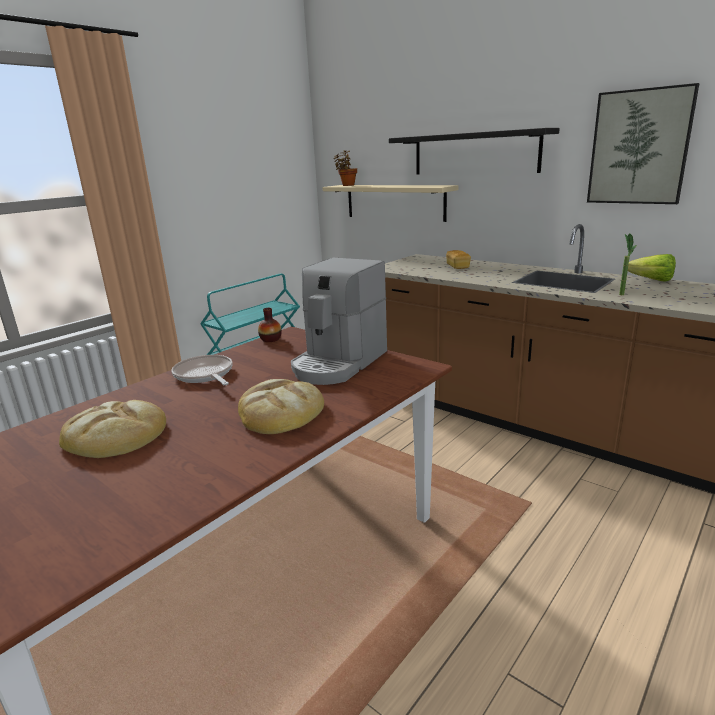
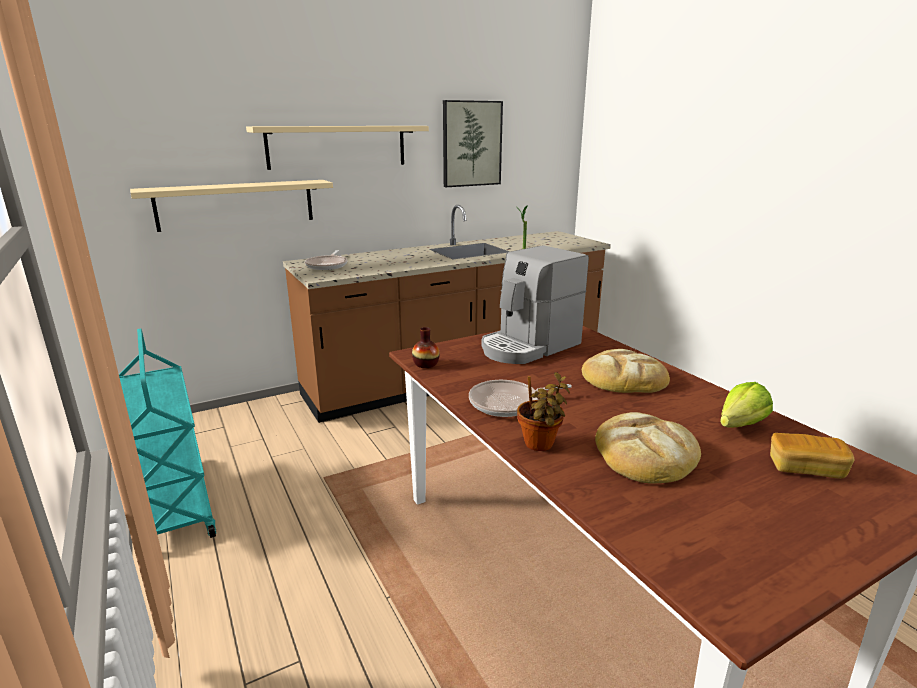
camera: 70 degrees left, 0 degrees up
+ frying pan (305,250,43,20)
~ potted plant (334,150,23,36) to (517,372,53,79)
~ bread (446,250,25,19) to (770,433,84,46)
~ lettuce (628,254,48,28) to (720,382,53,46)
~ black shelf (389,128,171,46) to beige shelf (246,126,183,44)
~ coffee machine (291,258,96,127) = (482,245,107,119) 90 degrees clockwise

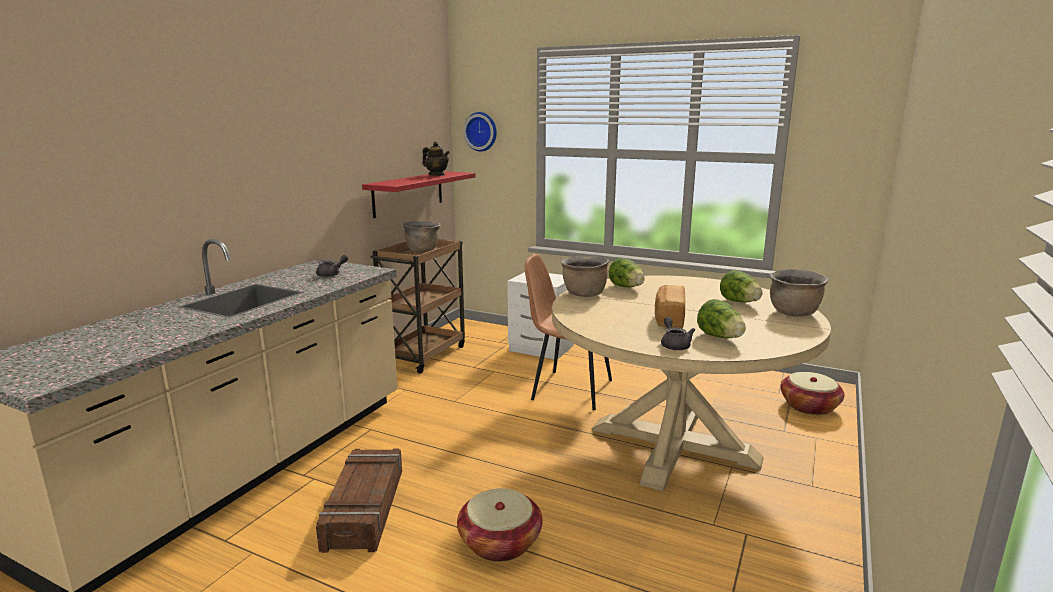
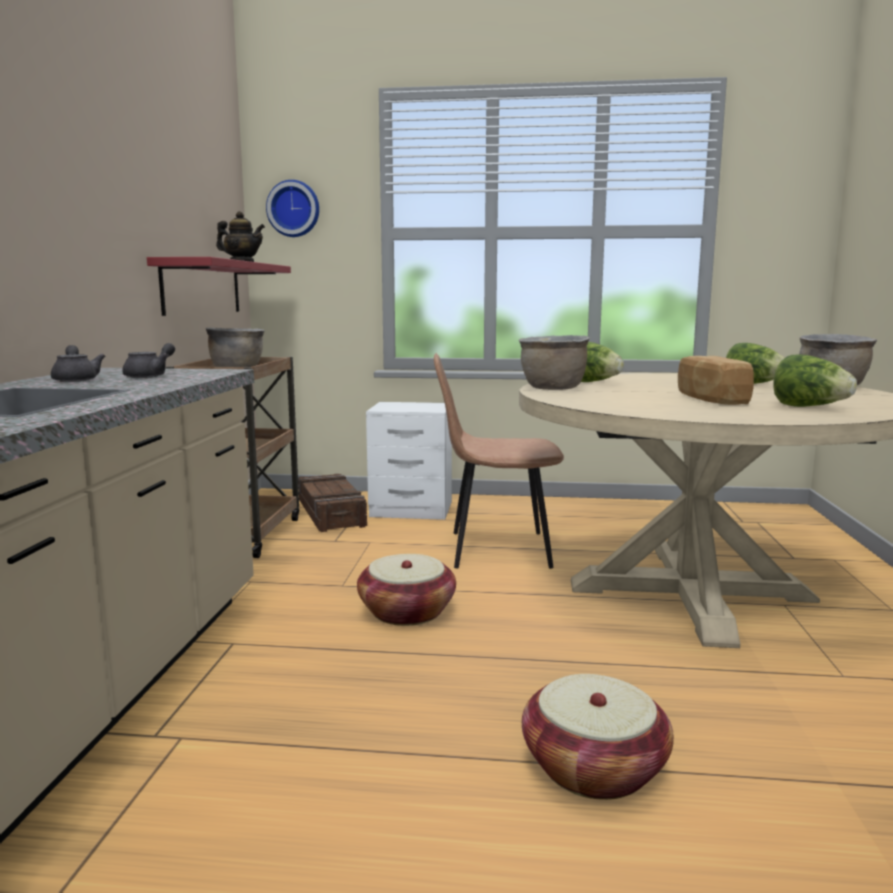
camera: 20 degrees left, 5 degrees down
~ crate (316,448,86,105) to (298,474,69,58)
~ grey teapot (661,317,34,33) to (51,345,54,37)
~ basket (781,372,63,43) to (357,554,99,72)

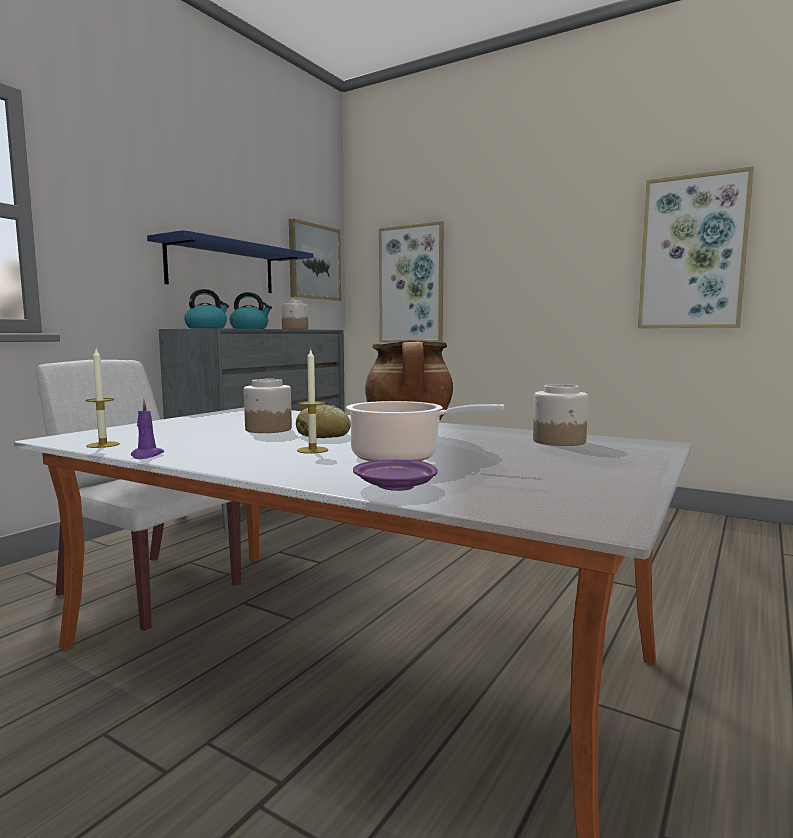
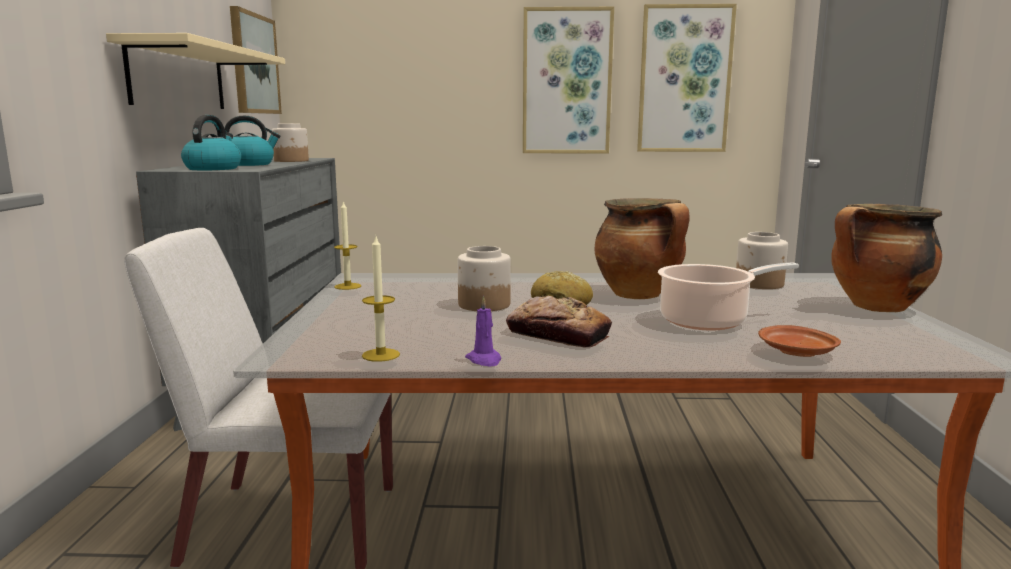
camera: 30 degrees left, 5 degrees up
+ bread (506,296,106,51)
+ cooking pot (831,204,111,108)
~ candle (297,348,31,106) to (334,200,27,90)
~ picture (379,221,65,121) to (523,7,91,146)
~ blue shelf (147,230,167,63) to beige shelf (106,33,179,76)
~ purple plate (353,460,85,31) to brown plate (758,325,83,32)

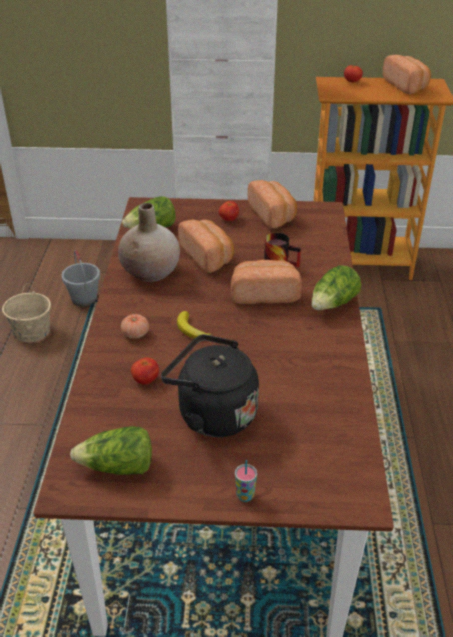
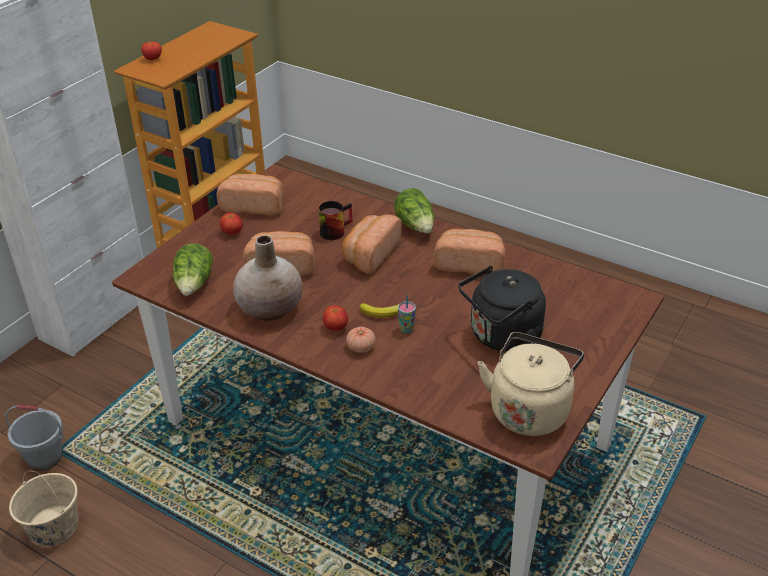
camera: 60 degrees left, 0 degrees up
~ tomato (131,357,28,28) to (323,305,25,26)
~ cup (235,460,22,42) to (398,295,18,38)
~ bread (383,55,48,39) to (434,229,71,45)
~ lettuce (70,426,82,49) to beige kettle (478,332,106,104)

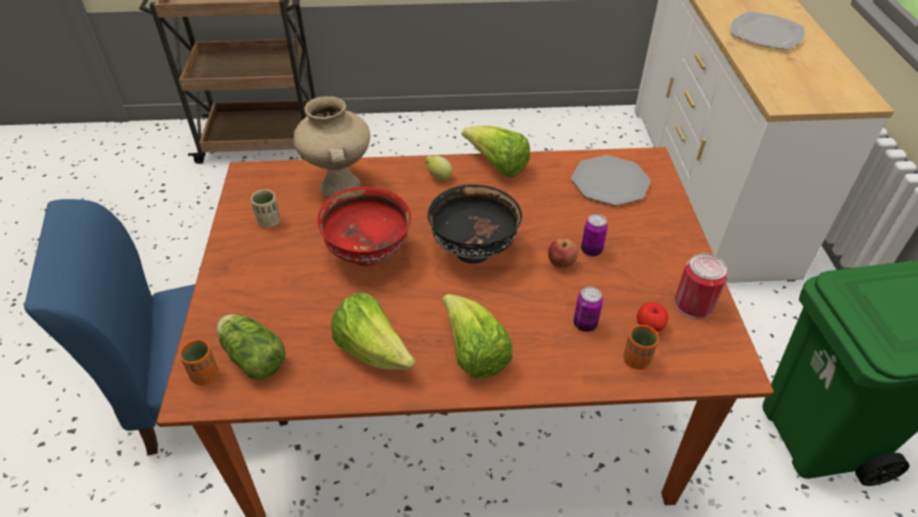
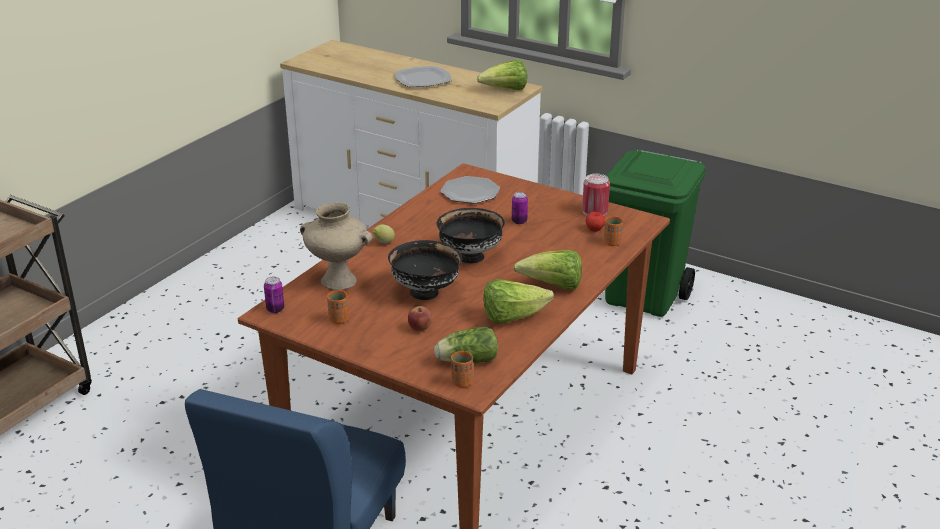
camera: 55 degrees left, 15 degrees down
~ lettuce (462,125,68,53) to (477,60,50,30)
~ apple (548,238,30,30) to (408,306,24,26)
~ can (574,287,29,45) to (264,277,20,36)
~ beige cup (251,189,29,39) to orange cup (327,290,22,34)
~ red bowl (317,187,94,79) to black bowl (388,240,74,60)

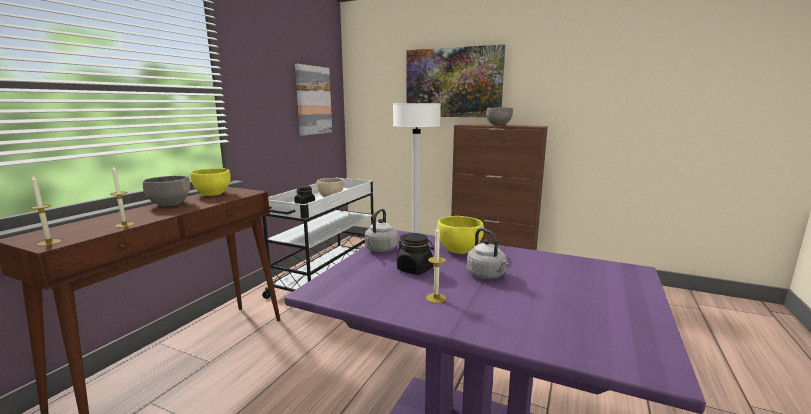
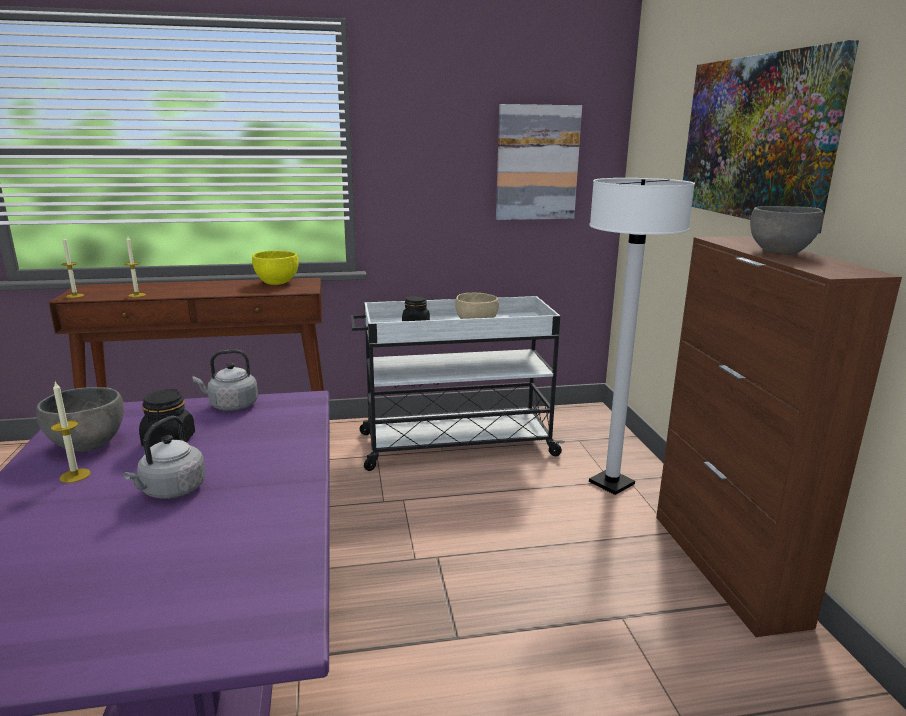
camera: 55 degrees right, 5 degrees up
- yellow bowl (437,216,47,38)
~ grey bowl (143,176,47,30) to (36,387,88,65)

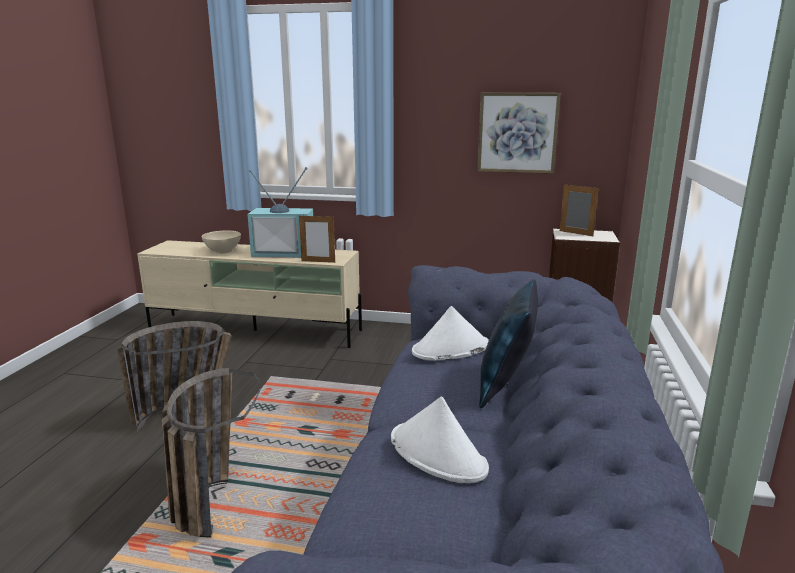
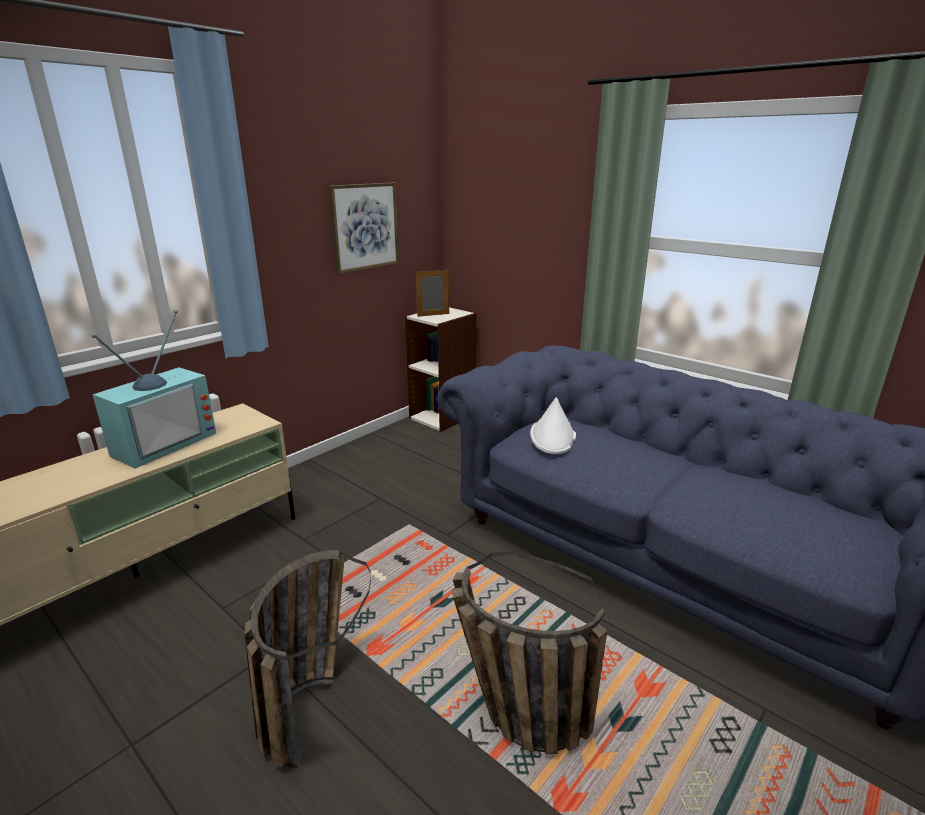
camera: 60 degrees left, 5 degrees up
- beige bowl (202,230,39,24)
- picture frame (299,214,36,49)
- white hat (391,396,98,87)
- blue pillow (479,279,59,129)

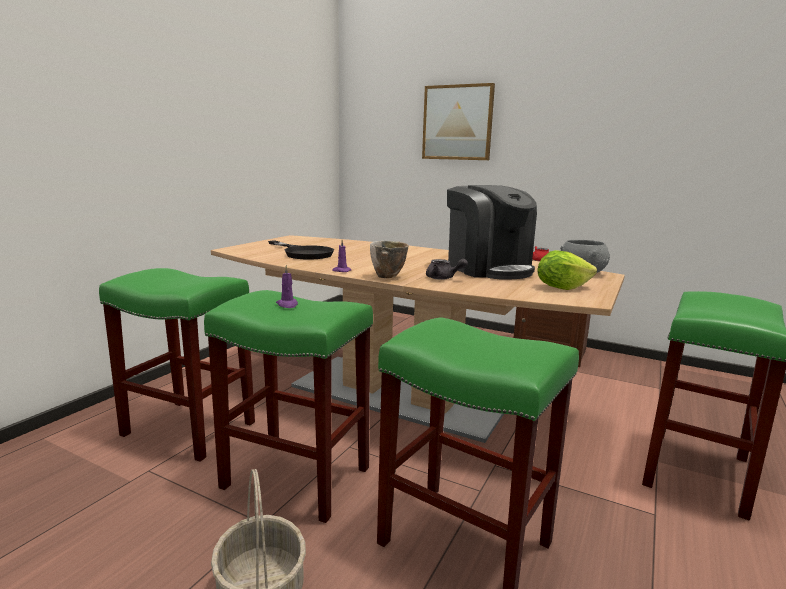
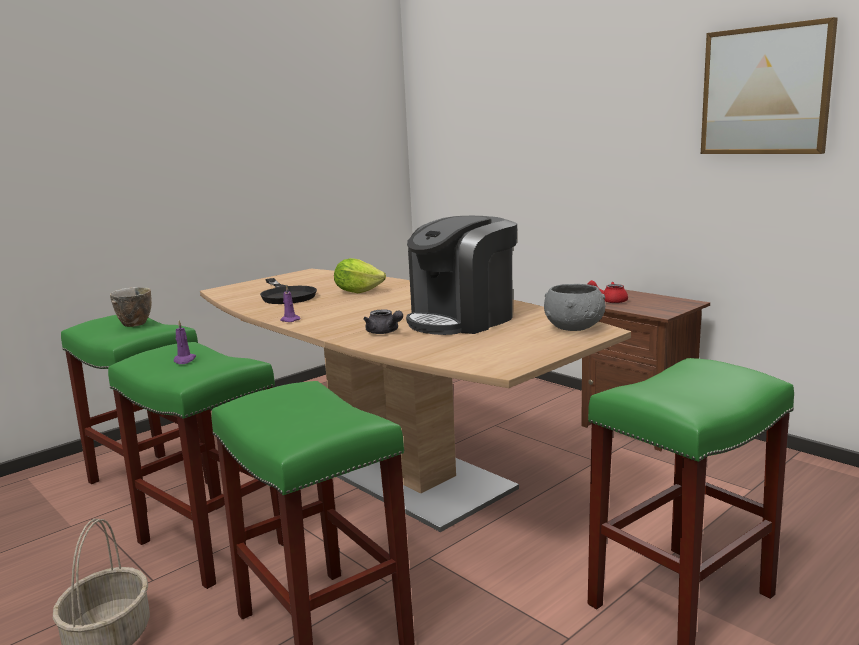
camera: 20 degrees right, 0 degrees up
~ bowl (370,241,38,37) to (110,287,42,40)
~ picture (422,83,73,77) to (701,17,137,137)
~ lettuce (538,250,59,40) to (334,258,52,35)
~ coffee machine (447,185,90,95) = (406,216,111,119) 60 degrees clockwise

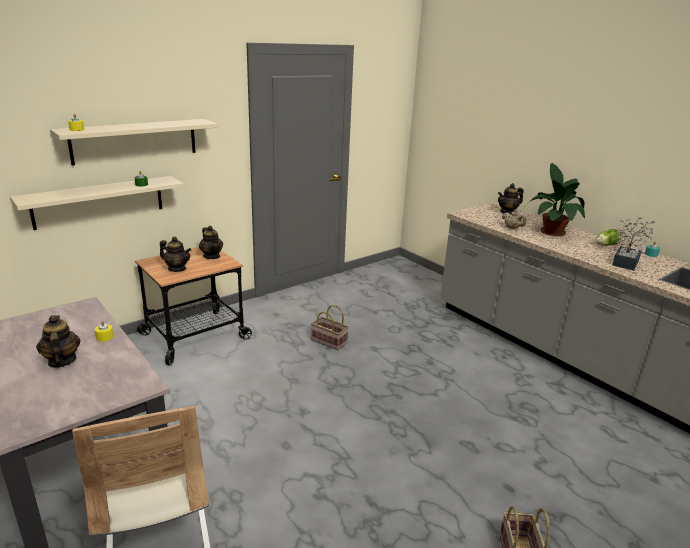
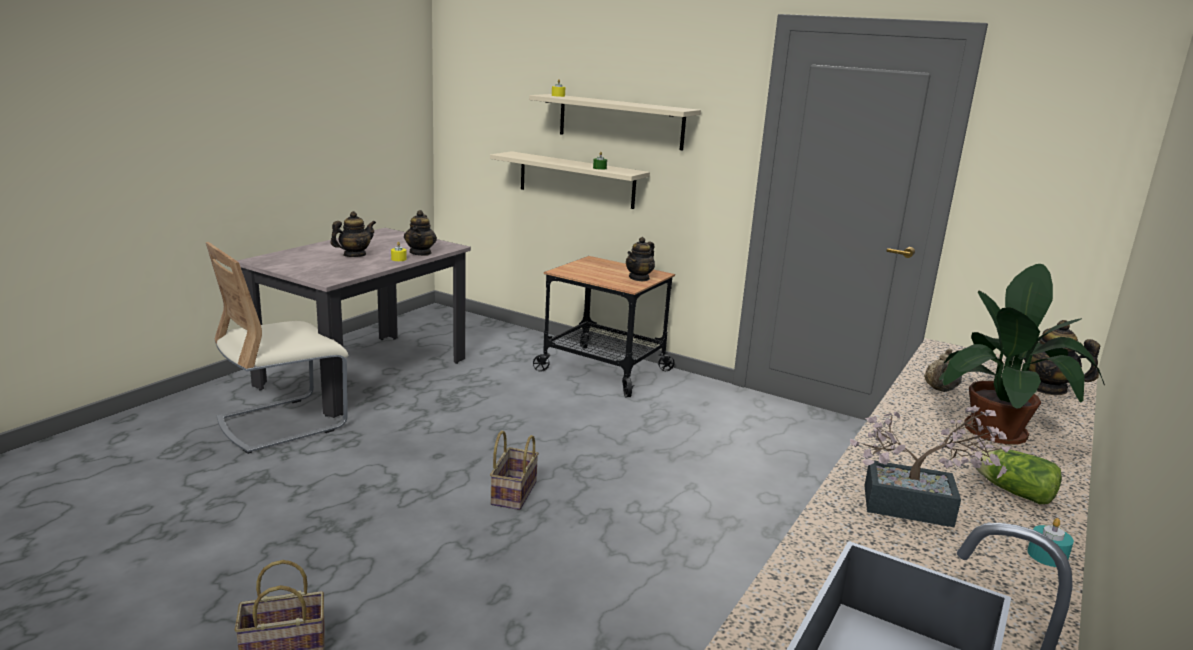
camera: 70 degrees right, 5 degrees down
~ teapot (160,237,31,35) to (404,210,33,46)
~ basket (311,305,38,45) to (490,430,49,80)

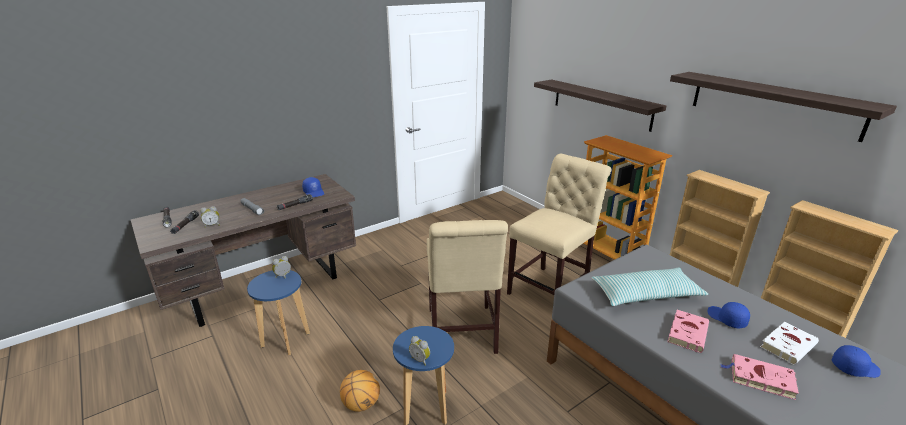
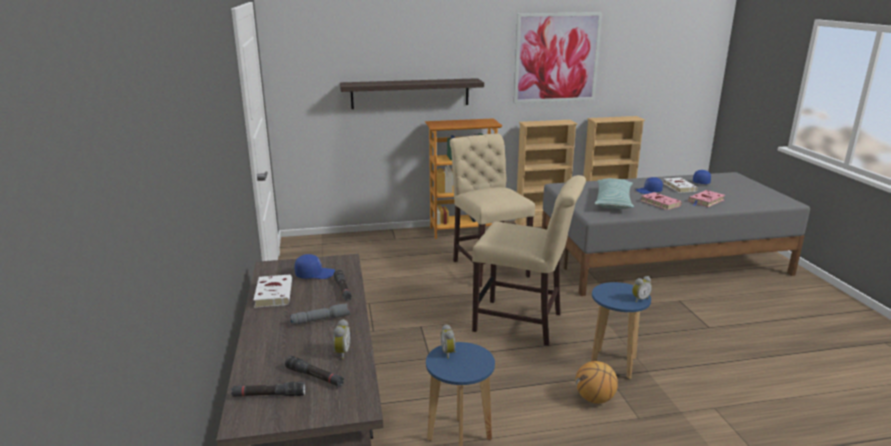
camera: 65 degrees left, 5 degrees down
+ white book (253,275,39,33)
~ shelf (670,72,227,70) to picture (514,12,88,91)

